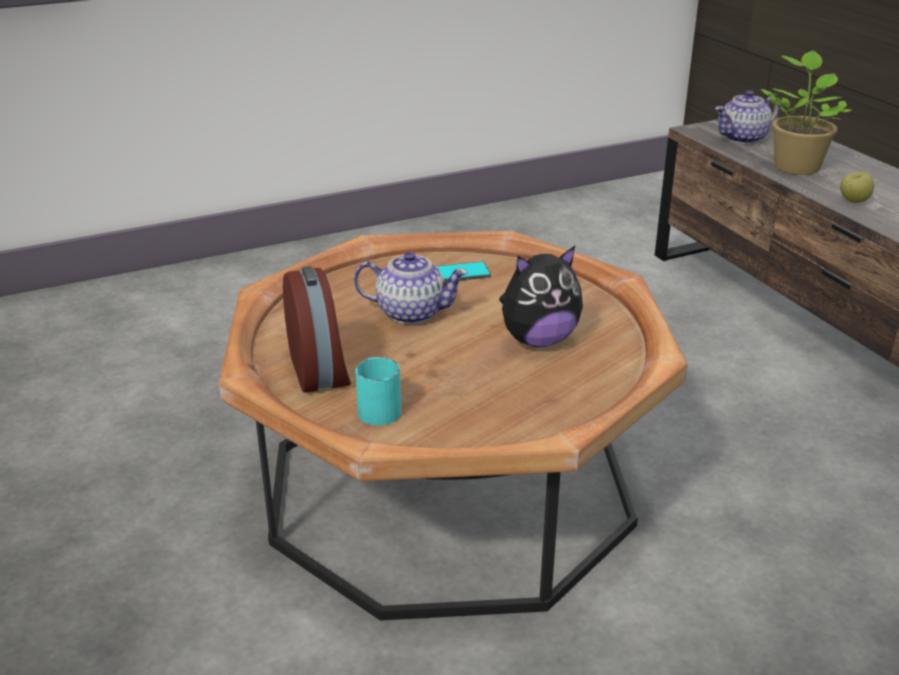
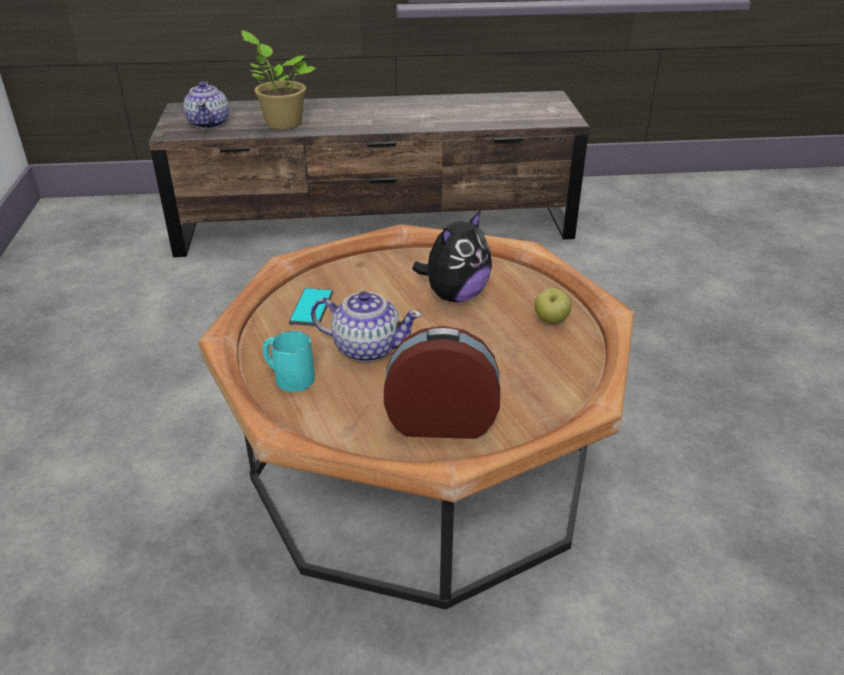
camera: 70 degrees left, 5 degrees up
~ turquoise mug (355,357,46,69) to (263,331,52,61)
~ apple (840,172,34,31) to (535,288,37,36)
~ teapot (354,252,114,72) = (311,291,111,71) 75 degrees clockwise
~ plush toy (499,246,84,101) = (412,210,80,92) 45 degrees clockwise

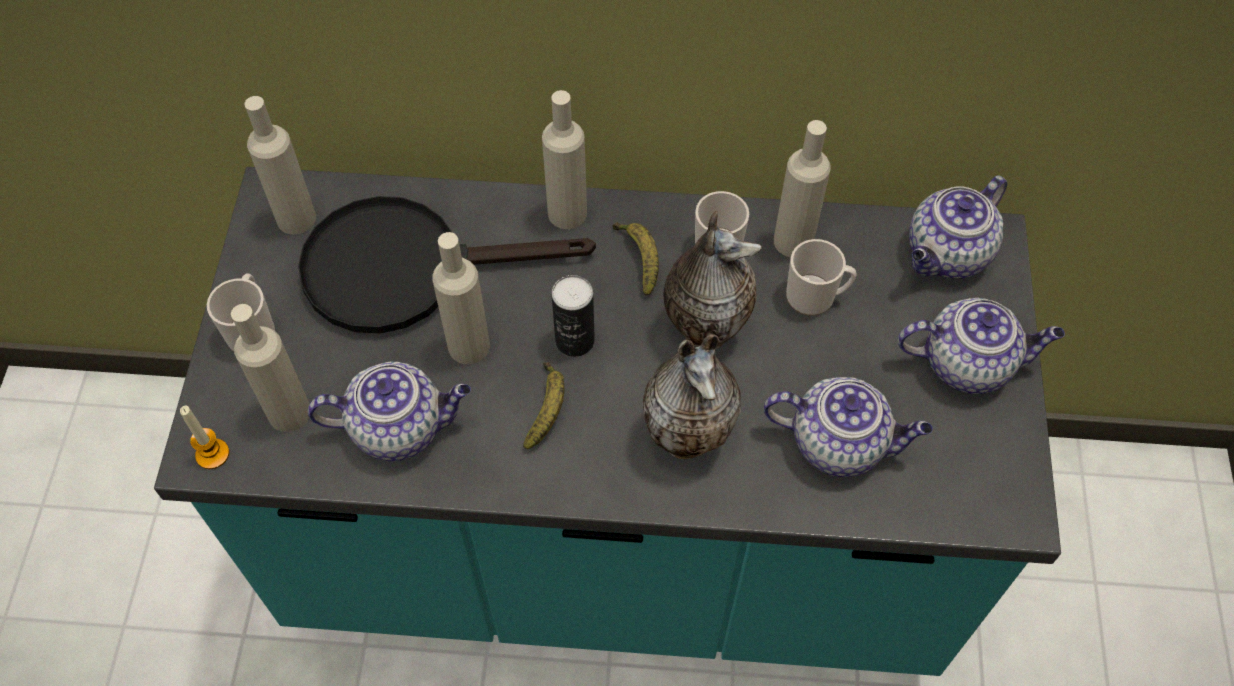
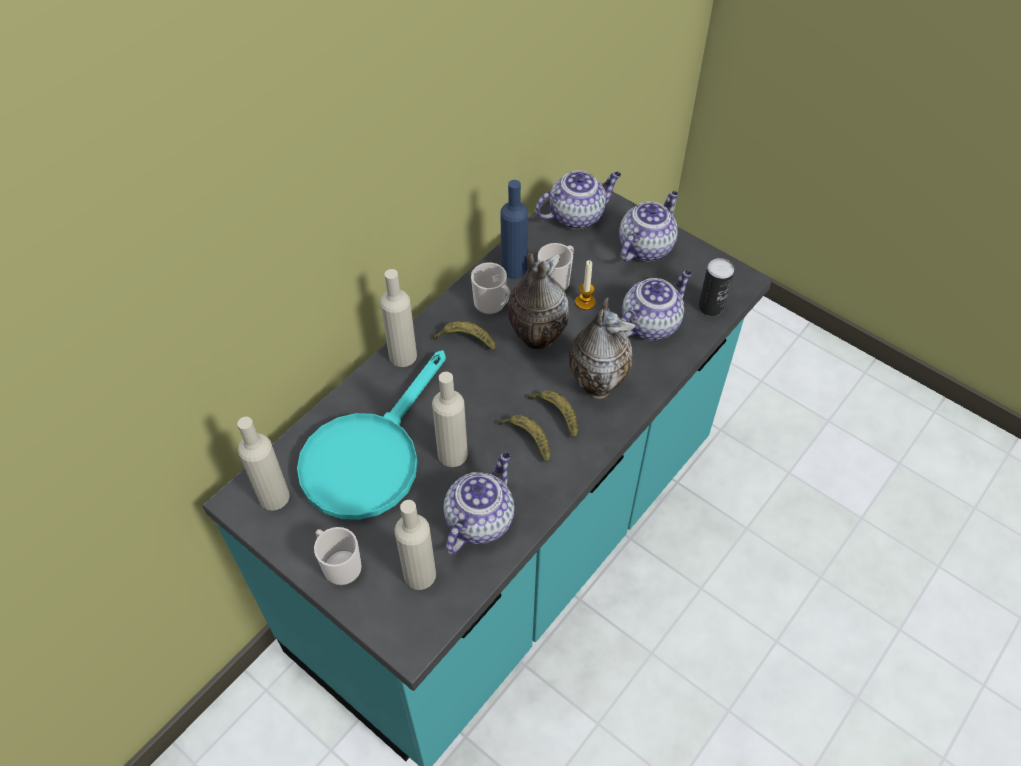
camera: 55 degrees left, 5 degrees down
+ banana (528,390,50,48)
~ candle (180,406,49,63) to (575,260,21,50)
~ can (551,275,44,82) to (698,258,36,58)
~ black frying pan (298,196,298,138) to turquoise frying pan (297,350,149,170)
~ beige bottle (774,120,57,137) to blue bottle (501,180,27,99)
~ teapot (909,175,98,104) = (535,170,86,59) 105 degrees counterclockwise

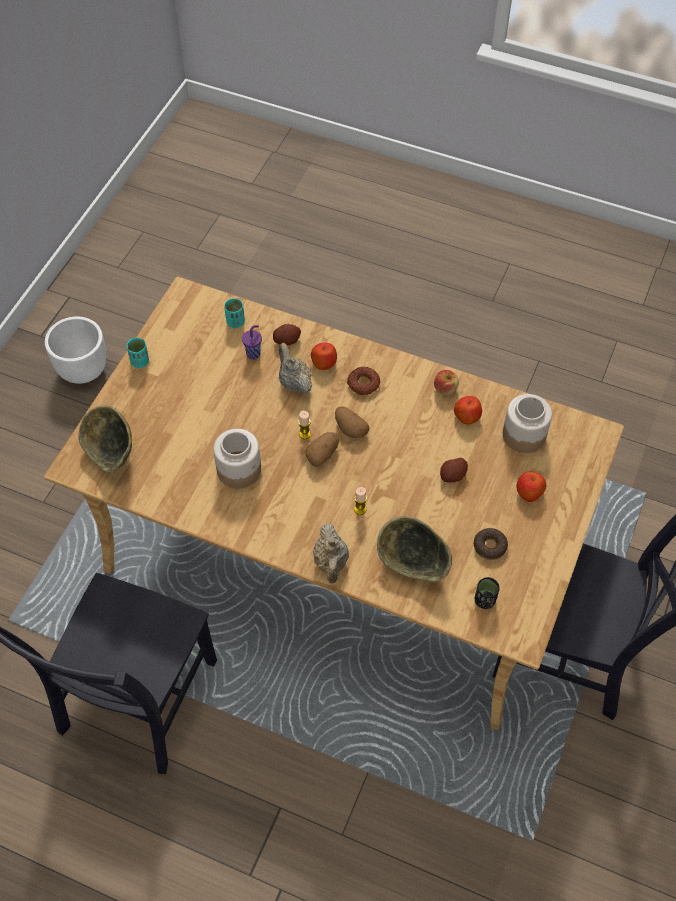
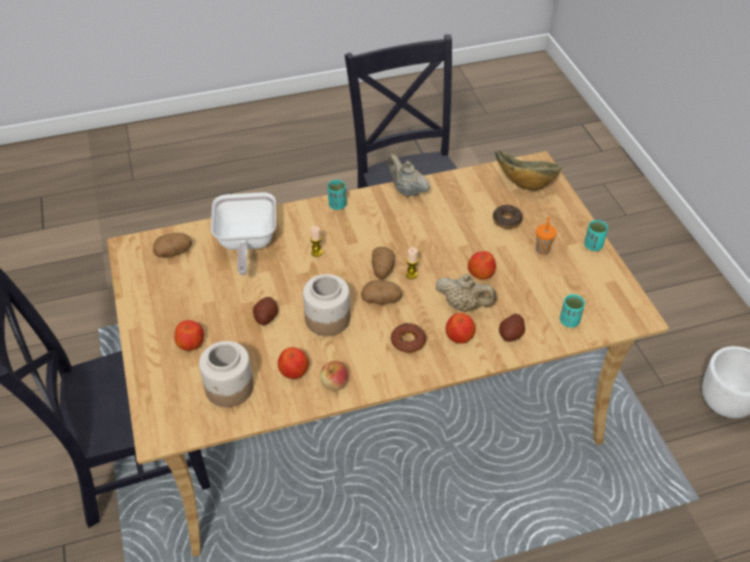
camera: 140 degrees right, 10 degrees down
- purple cup (242,325,20,35)
+ turquoise cup (328,180,19,30)
+ apple (468,251,28,29)
+ orange cup (536,217,21,38)
~ jar (213,429,48,59) to (303,274,47,62)
~ beige teapot (313,523,36,60) to (387,154,43,43)
~ donut (474,528,34,32) to (493,205,30,24)
~ bowl (377,516,75,66) to frying pan (211,192,65,83)
~ black cup (475,577,24,32) to potato (153,233,39,24)

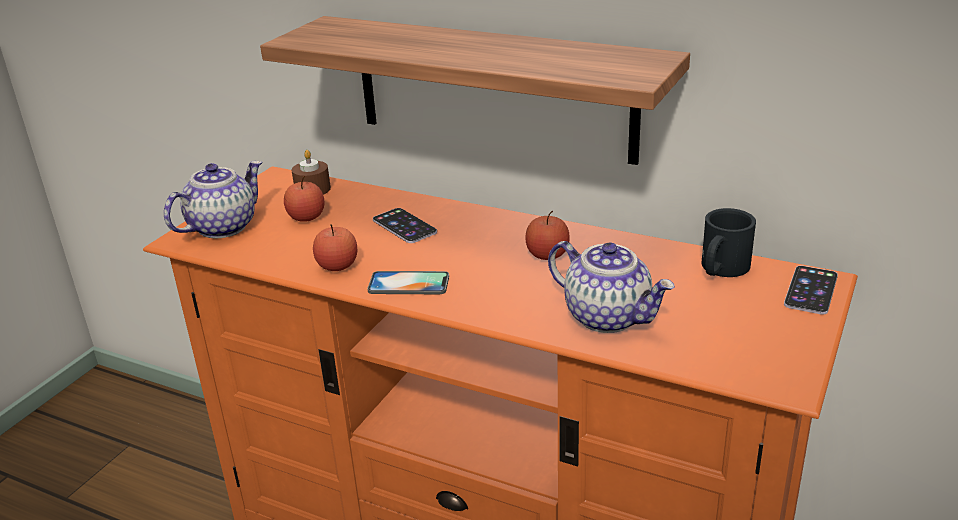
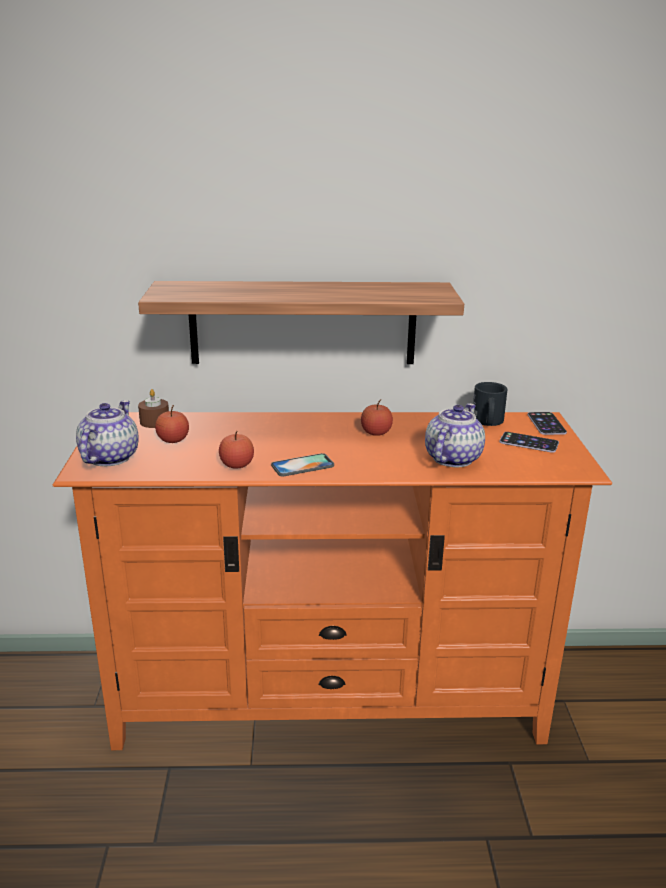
camera: 30 degrees left, 5 degrees down
~ phone (373,208,64,35) to (499,432,60,21)
~ teapot (548,241,127,92) = (425,403,60,64) 75 degrees counterclockwise

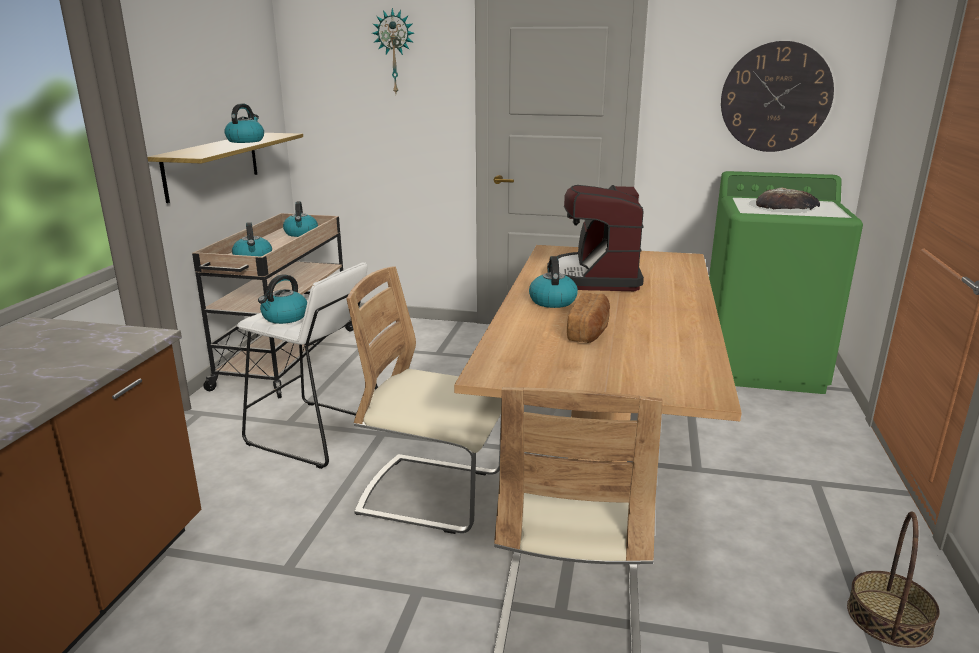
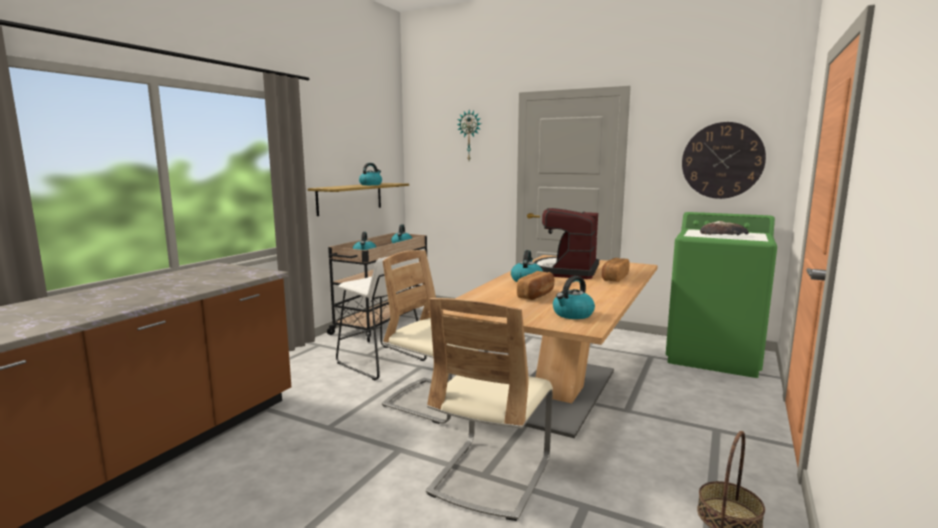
camera: 15 degrees right, 10 degrees down
+ bread (602,258,27,24)
~ kettle (258,274,49,50) to (553,276,42,43)

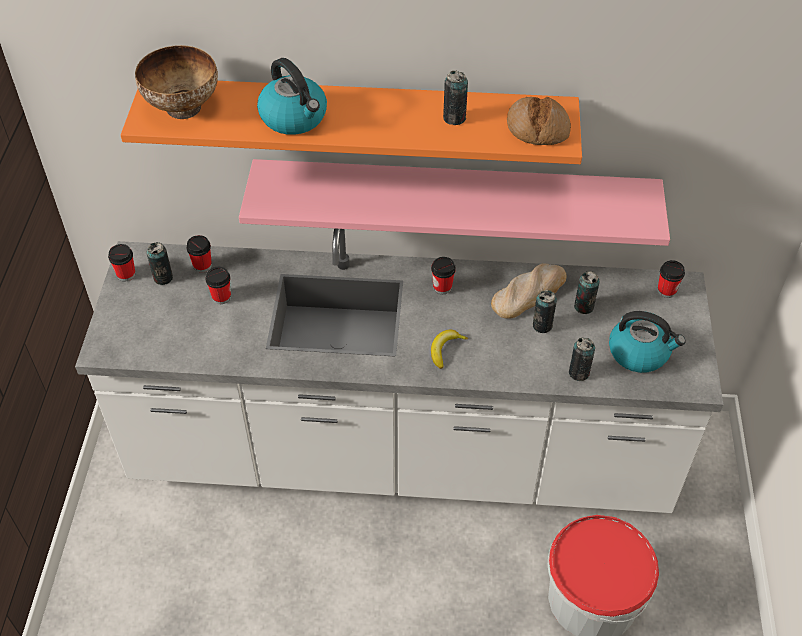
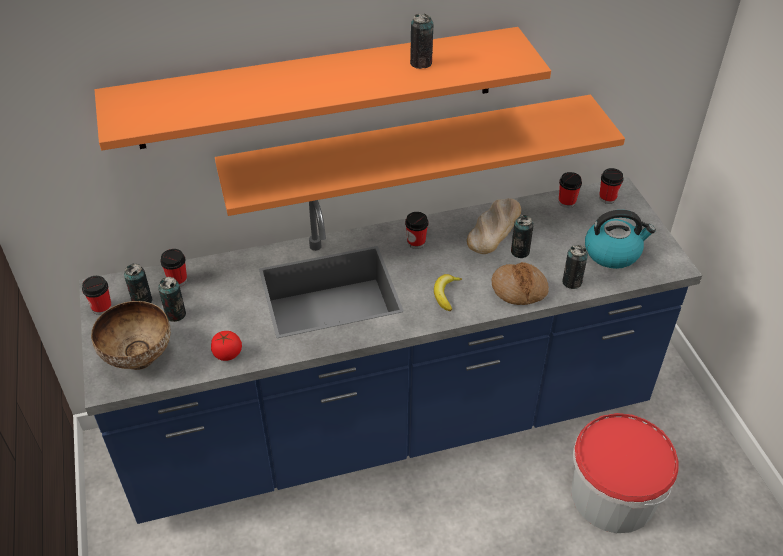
camera: 20 degrees left, 5 degrees down
- kettle (257,58,70,77)
+ tomato (211,331,31,30)
~ bowl (135,45,83,74) to (91,301,80,69)
~ cup (206,267,25,37) to (559,172,23,36)
~ bread (507,97,64,48) to (491,262,58,43)
~ can (574,271,26,43) to (158,277,28,45)
~ white counter (75,228,648,285) to blue counter (79,177,623,347)
~ pink shelf (239,159,431,87) to orange shelf (215,95,410,121)

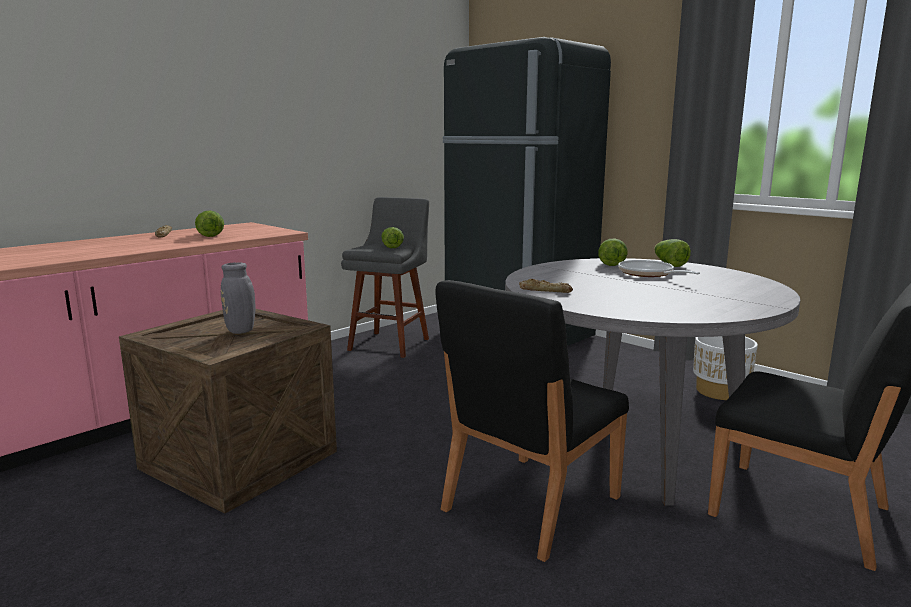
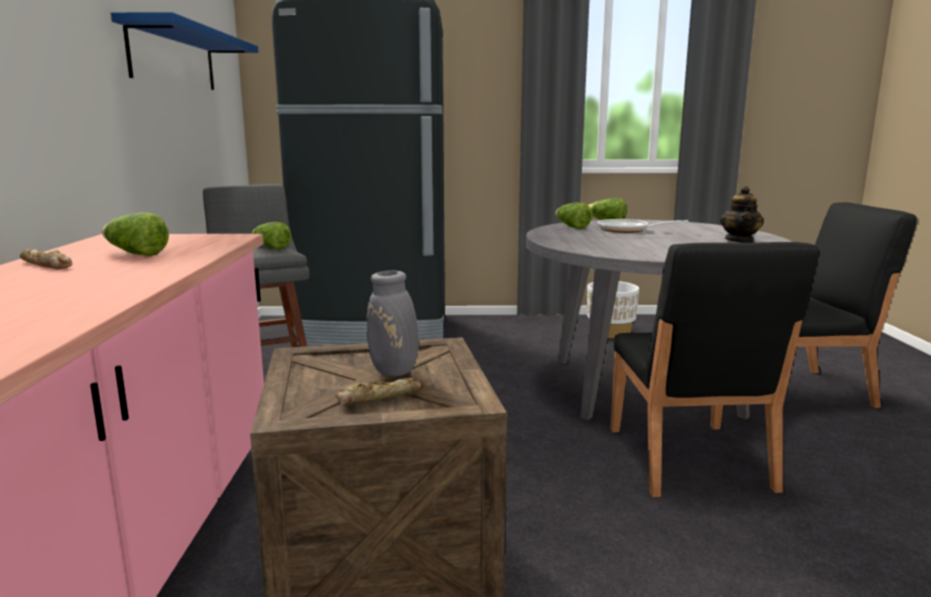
camera: 45 degrees left, 0 degrees up
+ blue shelf (111,12,147,78)
+ teapot (720,186,44,57)
~ bread (519,279,54,14) to (335,378,89,27)

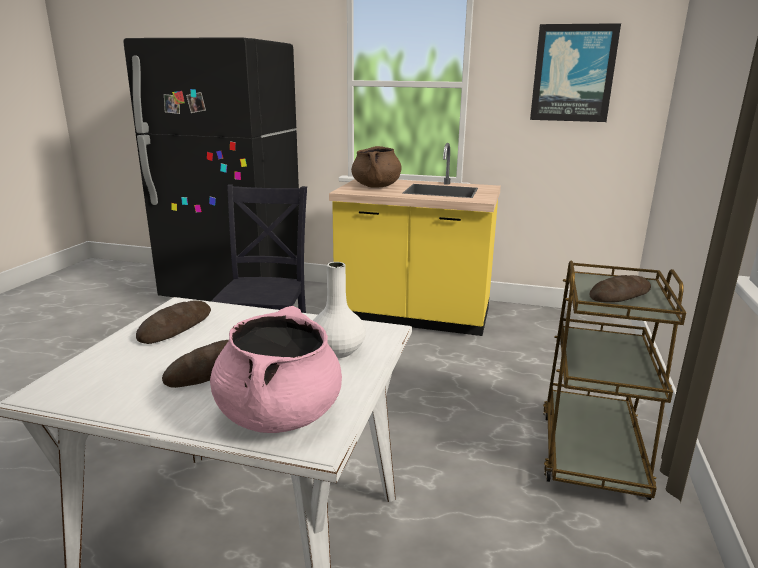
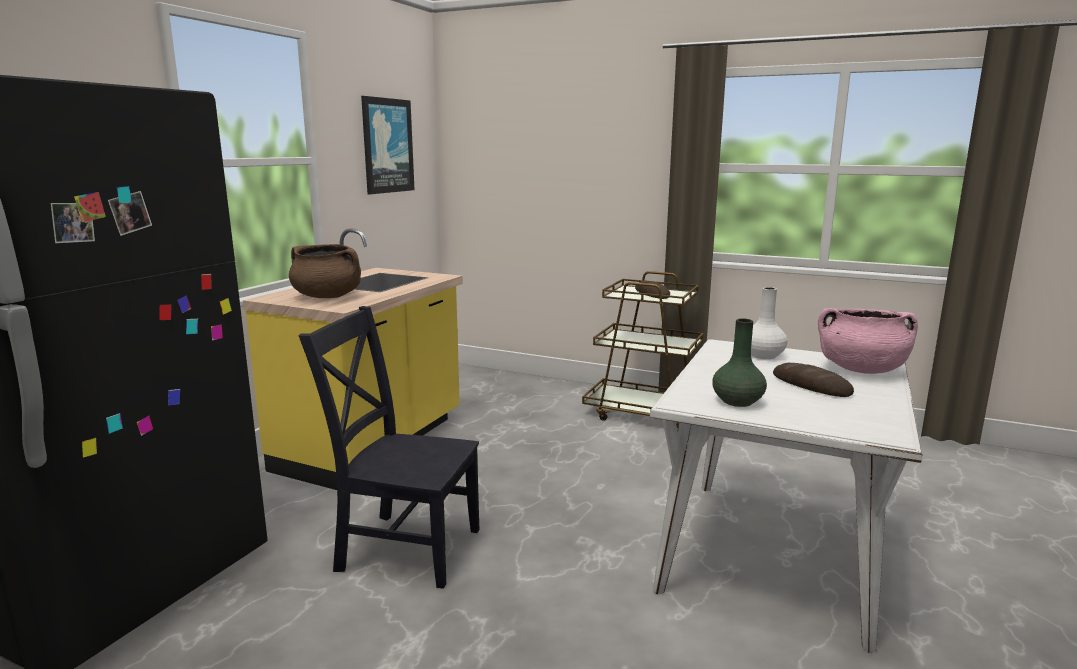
camera: 80 degrees left, 5 degrees down
~ bread (136,300,75,44) to green vase (712,318,55,89)

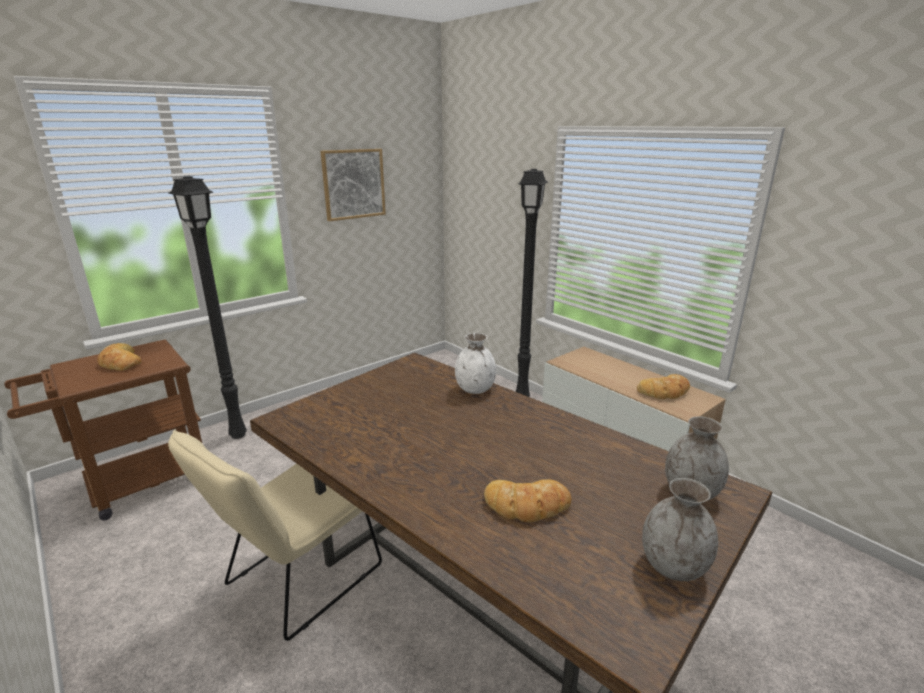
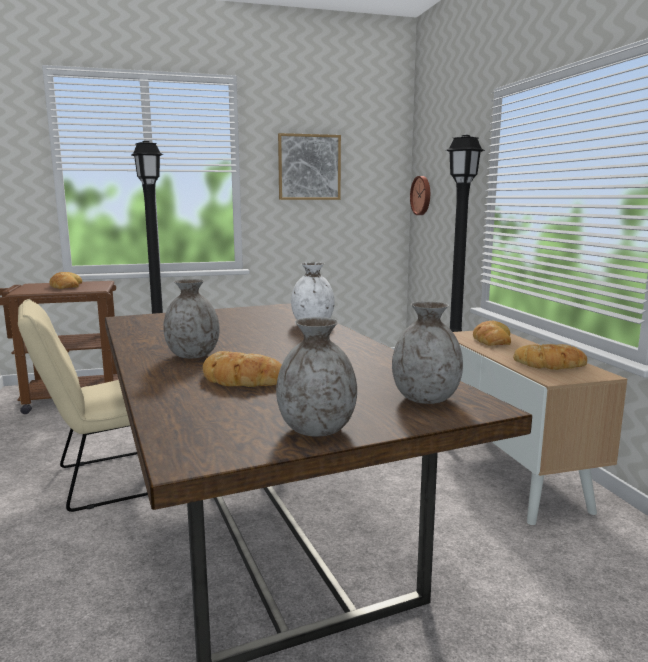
camera: 25 degrees right, 10 degrees down
+ grey vase (163,279,57,79)
+ wall clock (410,176,20,39)
+ bread (473,321,38,25)

